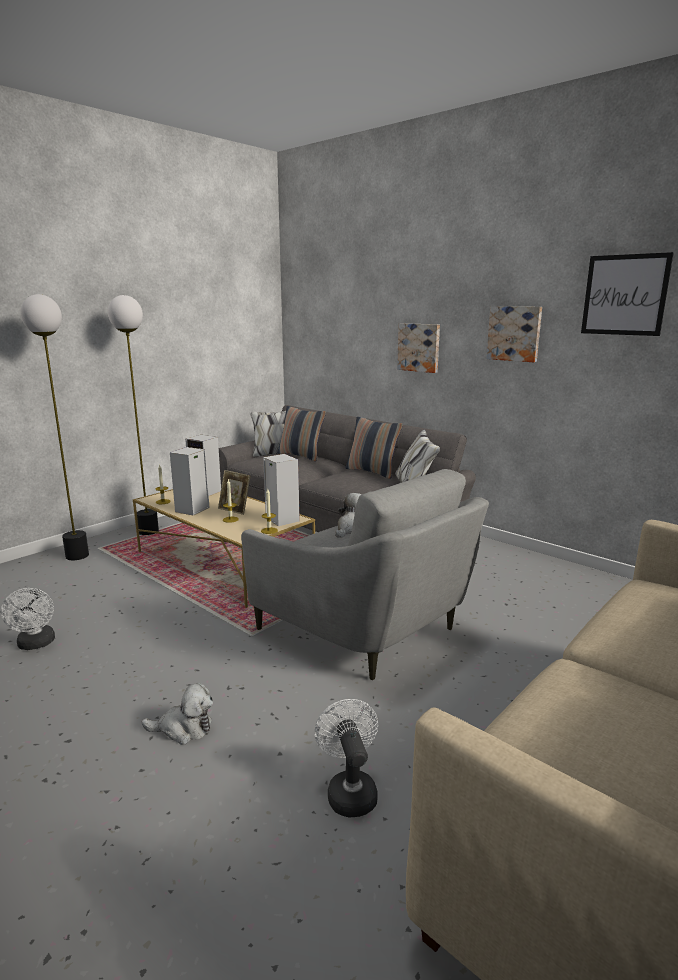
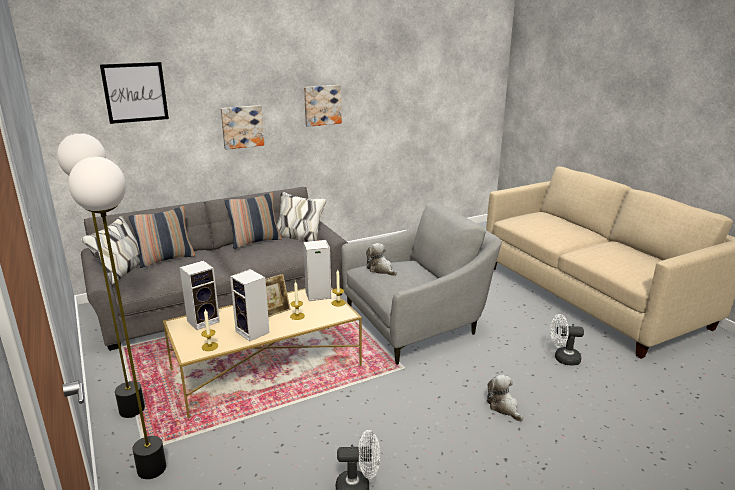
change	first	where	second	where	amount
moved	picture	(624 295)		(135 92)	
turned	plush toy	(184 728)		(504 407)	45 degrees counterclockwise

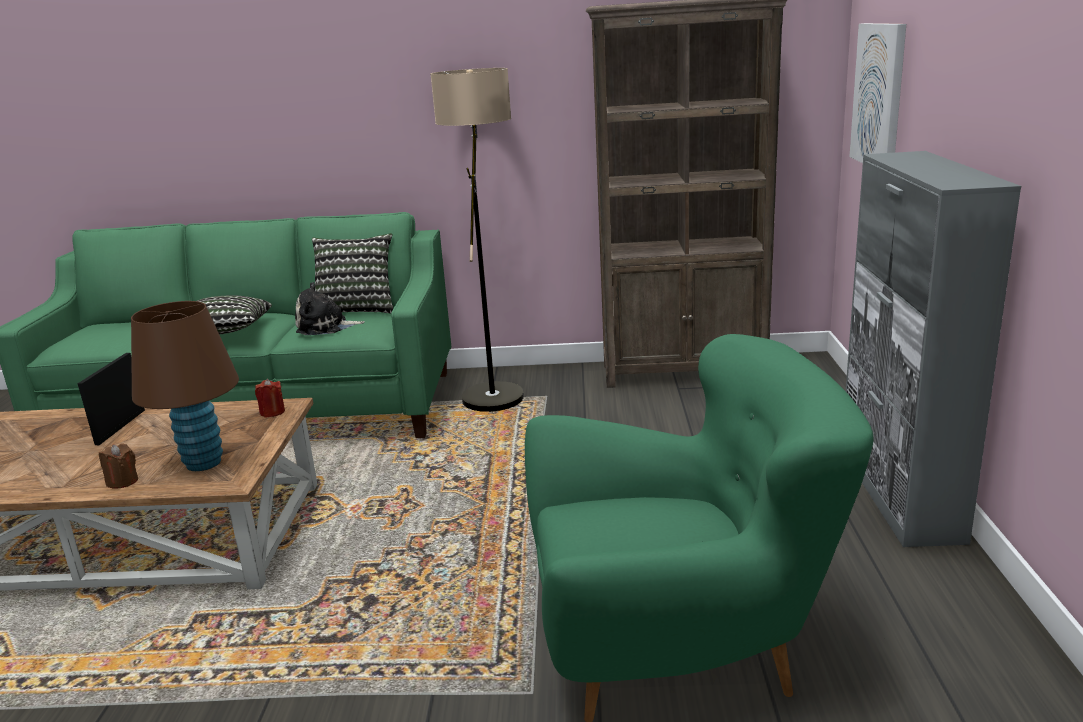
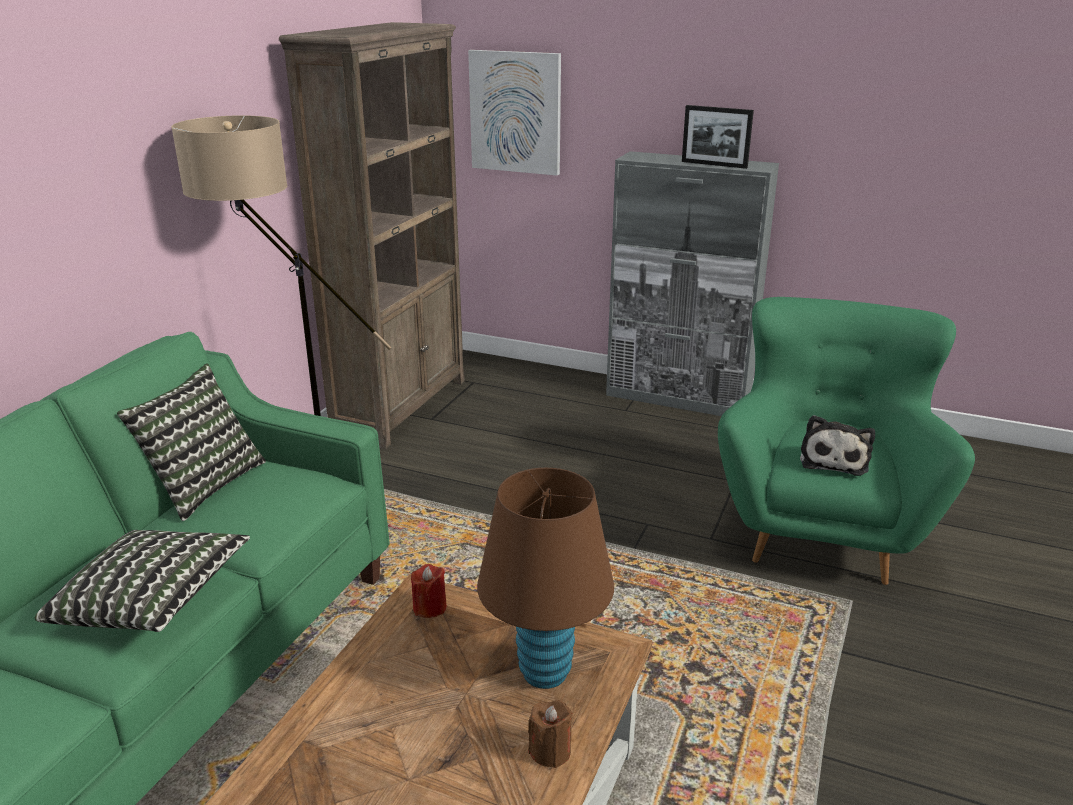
change	first	where	second	where	amount
moved	picture frame	(120 427)		(714 164)	
moved	plush toy	(325 327)		(834 459)	

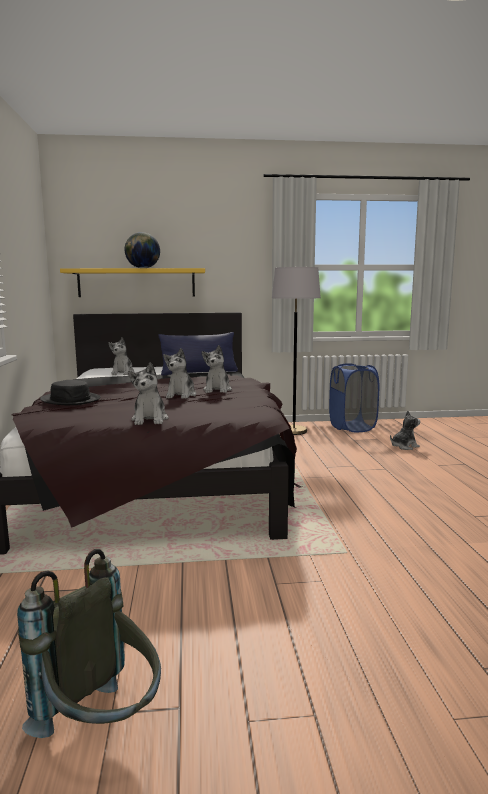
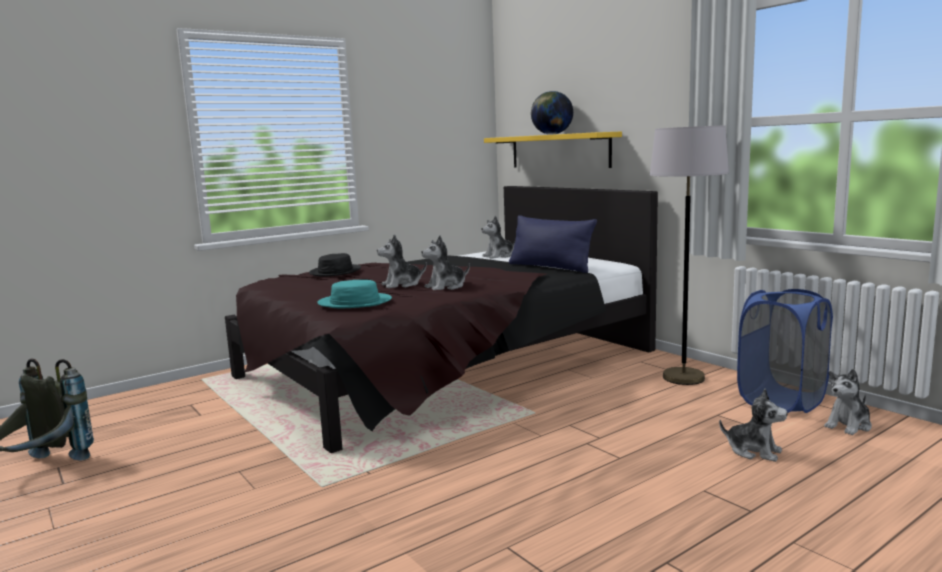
change	first	where	second	where	amount
added			hat (turquoise)	(355 302)	
moved	plush toy	(150 419)		(848 425)	

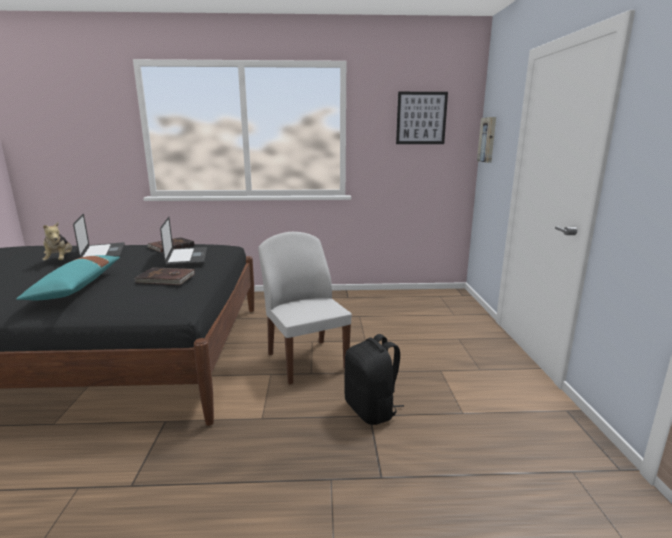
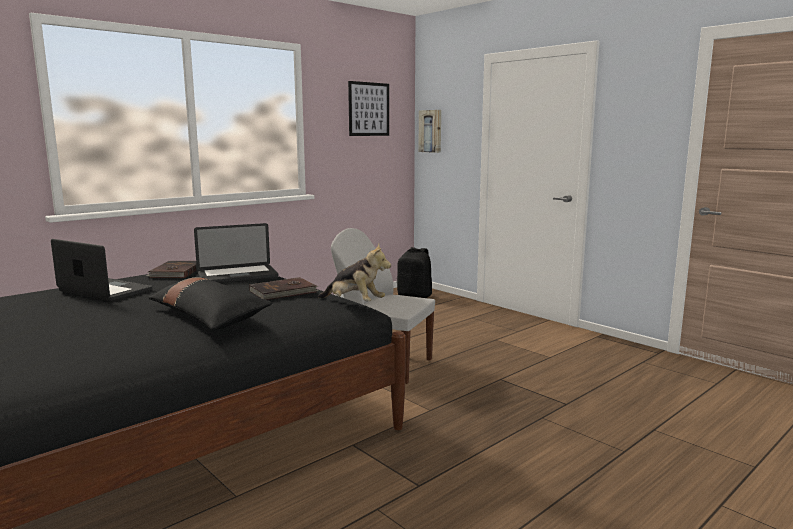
change	first	where	second	where	amount
recoloured	pillow (turquoise)	(76 287)	pillow (black)	(208 316)	
turned	laptop	(187 258)		(237 276)	120 degrees clockwise
moved	plush toy	(60 261)		(354 303)	
moved	backpack (black)	(371 410)		(415 296)	

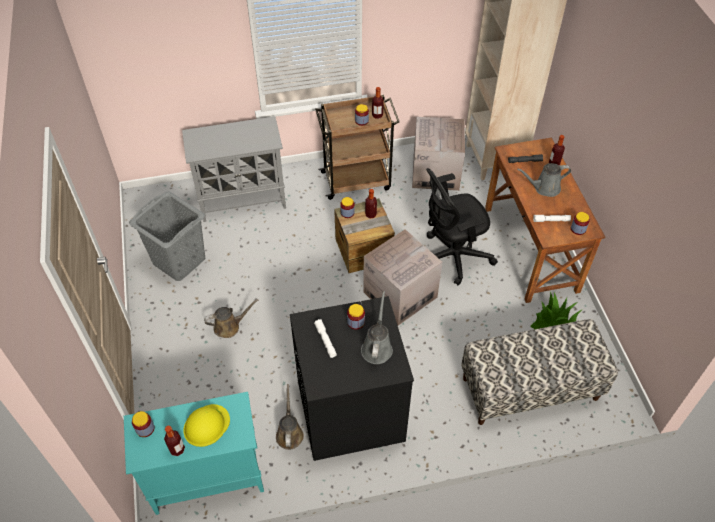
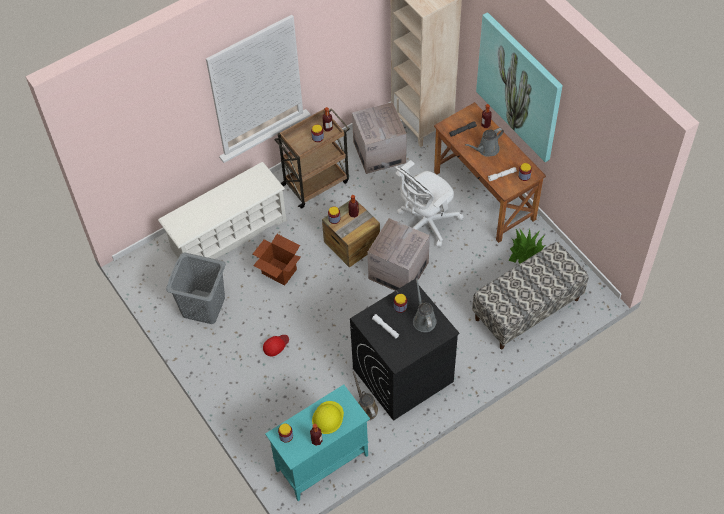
change	first	where	second	where	amount
replaced	cabinet (grey)	(243 200)	shoe rack (white)	(228 234)	
added			cardboard box	(279 271)	
replaced	watering can (brown)	(229 326)	cap (red)	(276 345)	
recoloured	office chair (black)	(451 257)	office chair (white)	(425 224)	
added			picture	(520 86)	

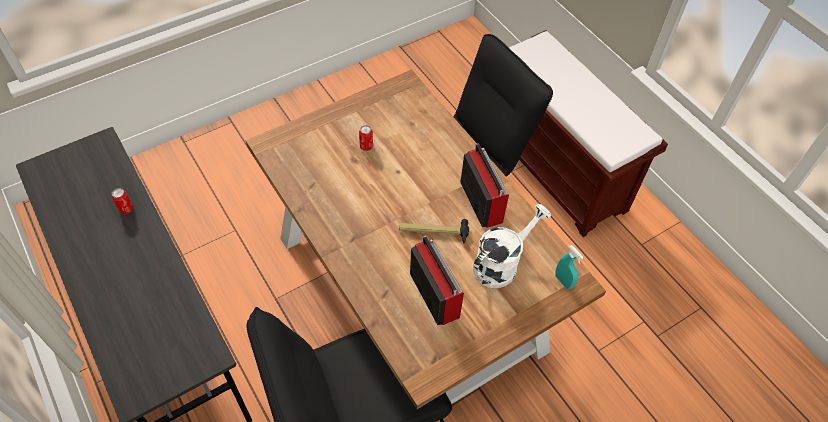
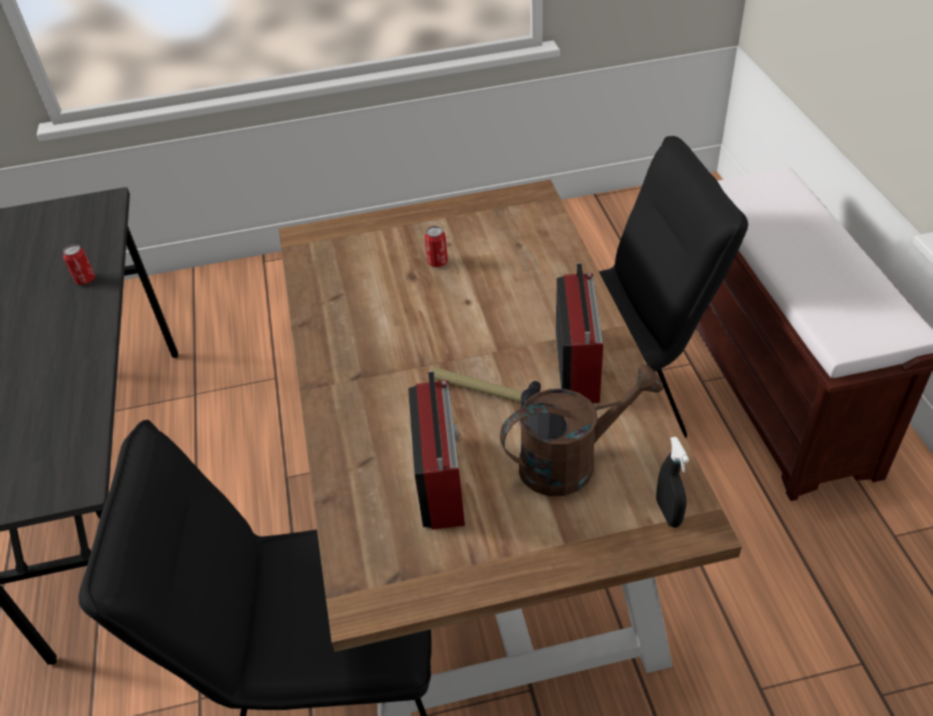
change	first	where	second	where	amount
recoloured	watering can (white)	(501 263)	watering can (brown)	(571 461)	
recoloured	spray bottle (turquoise)	(563 281)	spray bottle (black)	(668 513)	

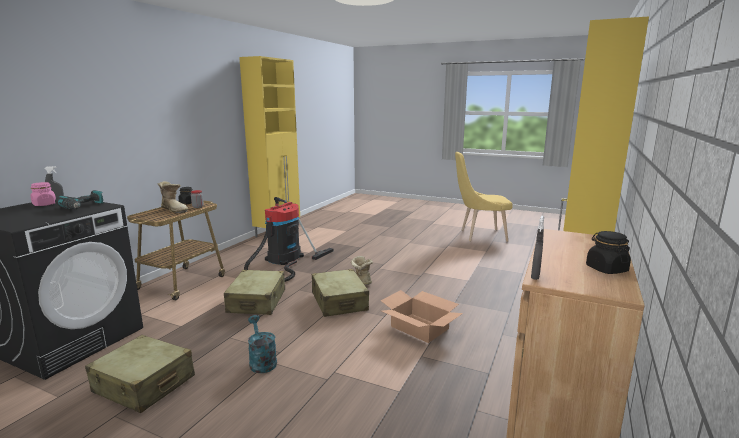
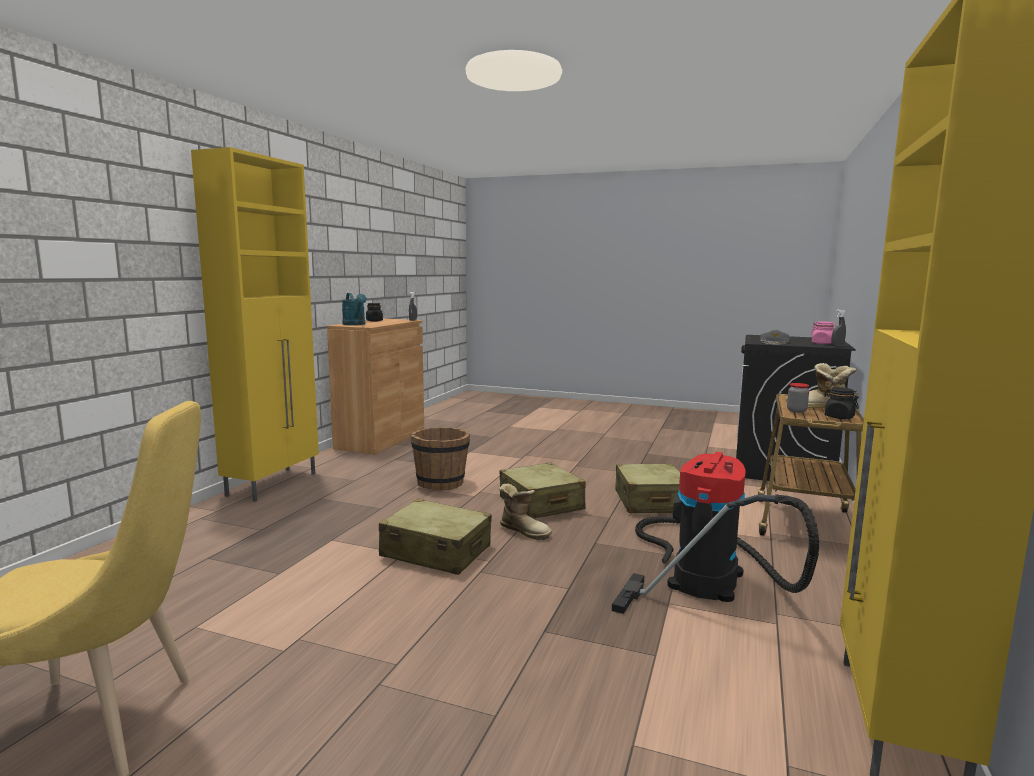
change	first	where	second	where	amount
moved	watering can (turquoise)	(261 361)		(355 324)	
moved	suitcase (beige)	(144 384)		(436 552)	
replaced	cardboard box	(419 327)	bucket (brown)	(441 483)	
replaced	power drill	(83 207)	cap (grey)	(774 342)	

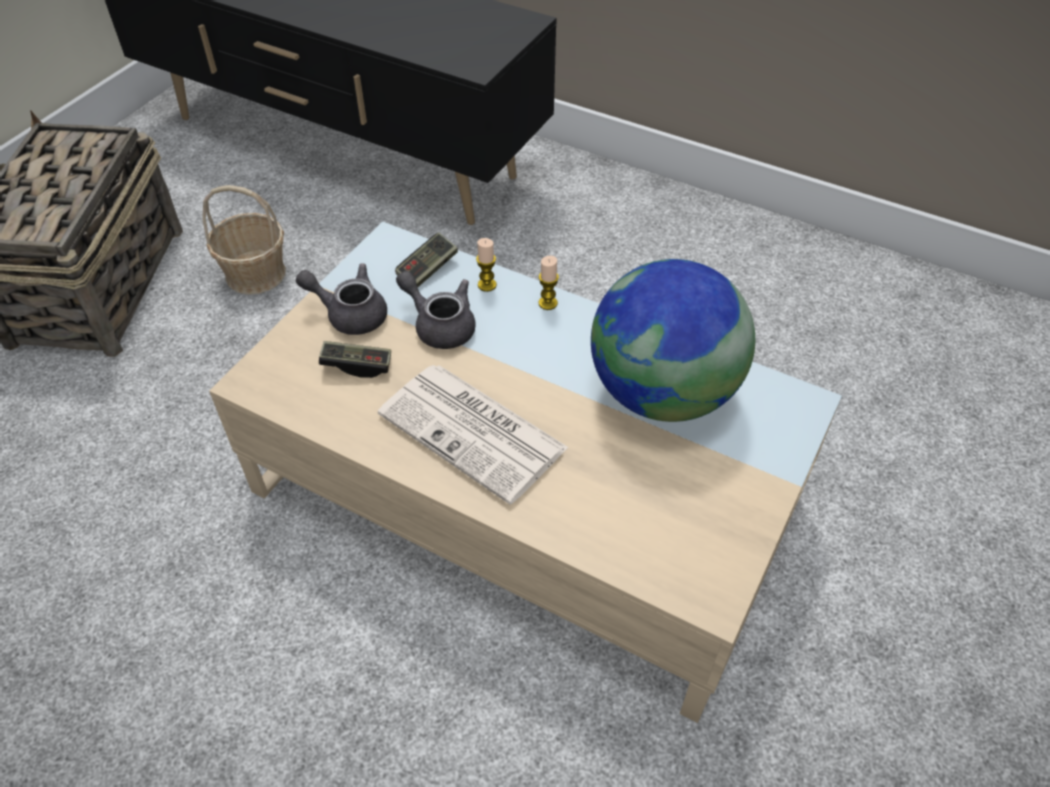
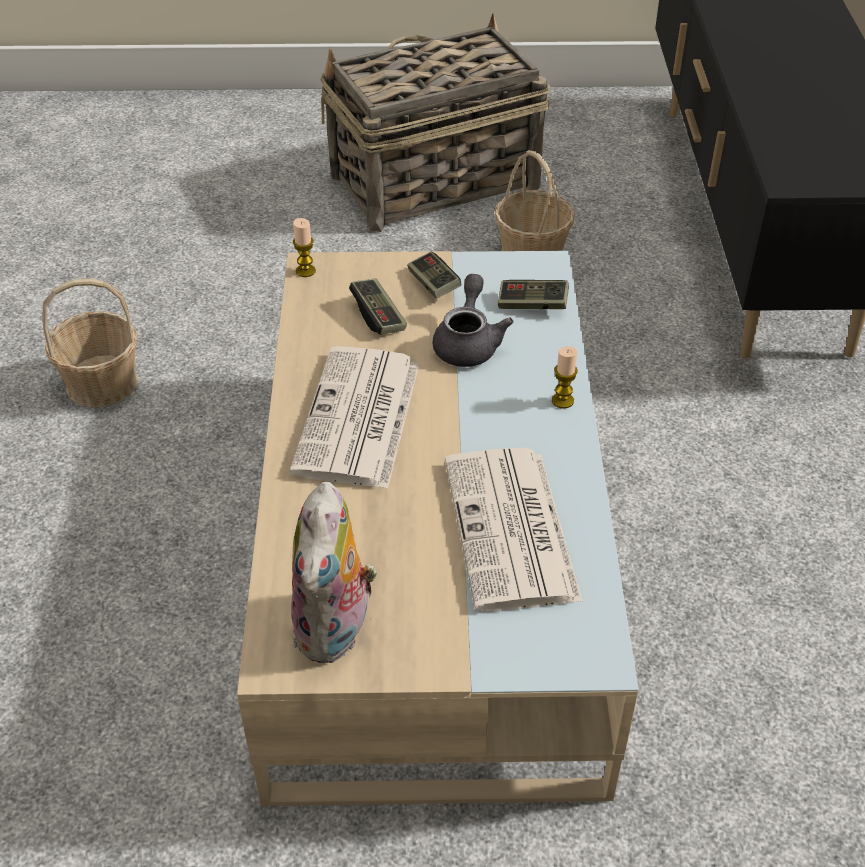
change	first	where	second	where	amount
added			basket	(101 383)	
added			plush toy	(336 630)	
moved	candle	(487 285)		(305 271)	
replaced	teapot (grey)	(350 314)	game controller	(433 284)	
replaced	globe	(662 393)	newspaper	(512 531)	

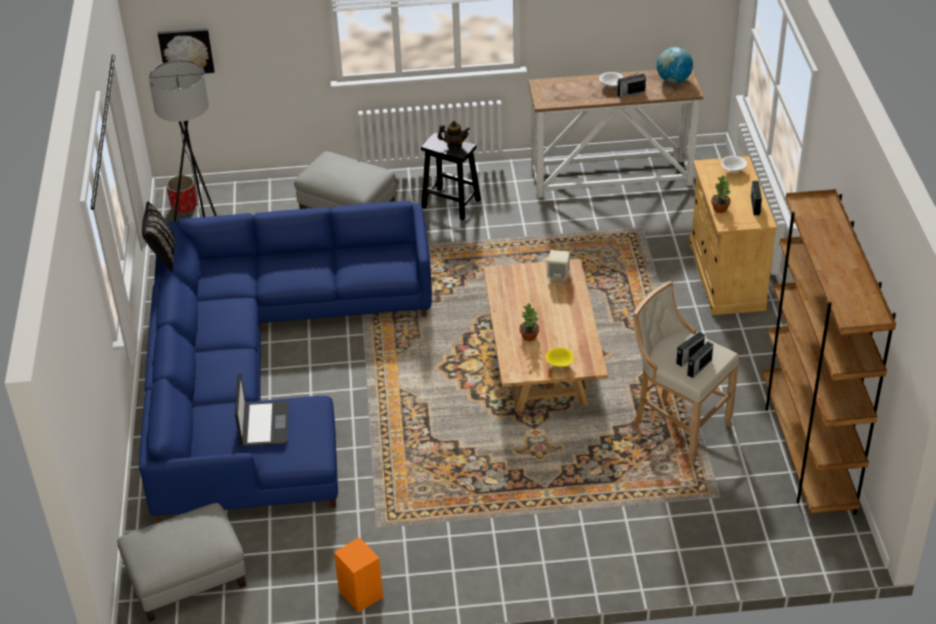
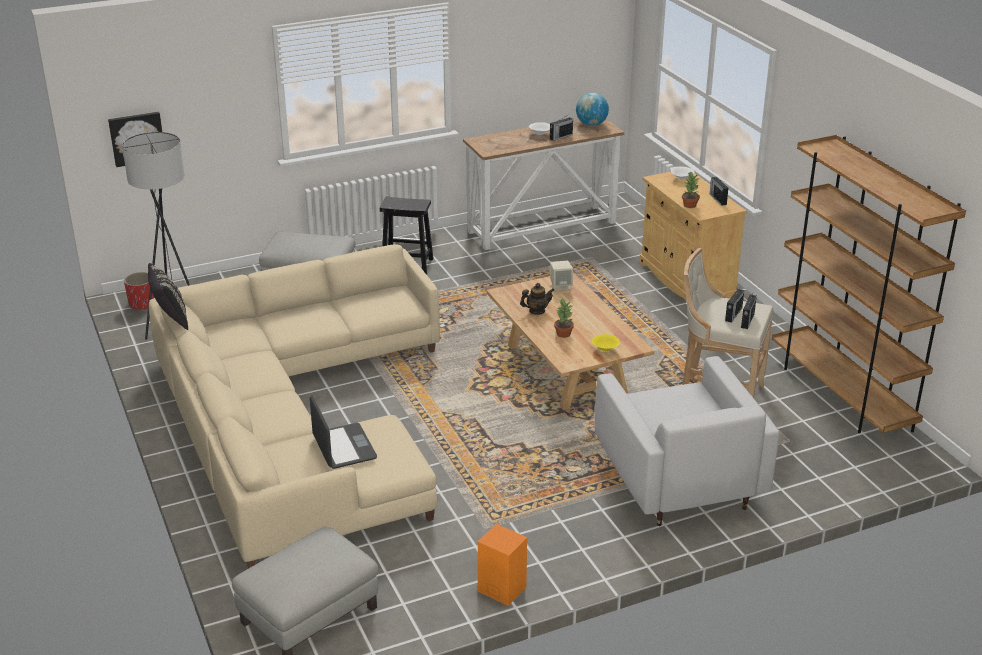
change	first	where	second	where	amount
recoloured	sofa (blue)	(263 369)	sofa (beige)	(294 420)	
moved	teapot	(454 145)		(537 311)	
added			armchair (white)	(678 481)	

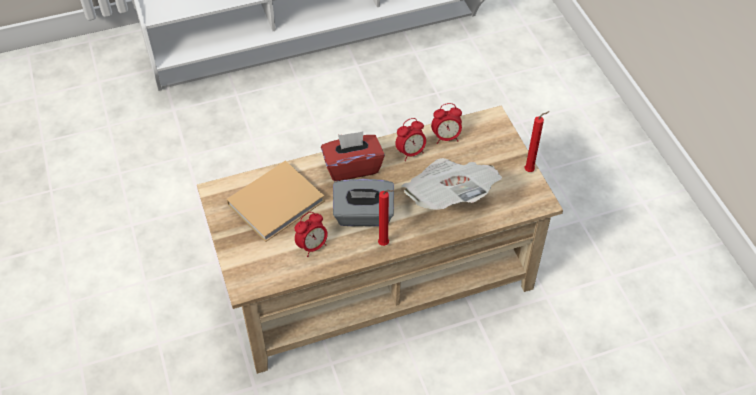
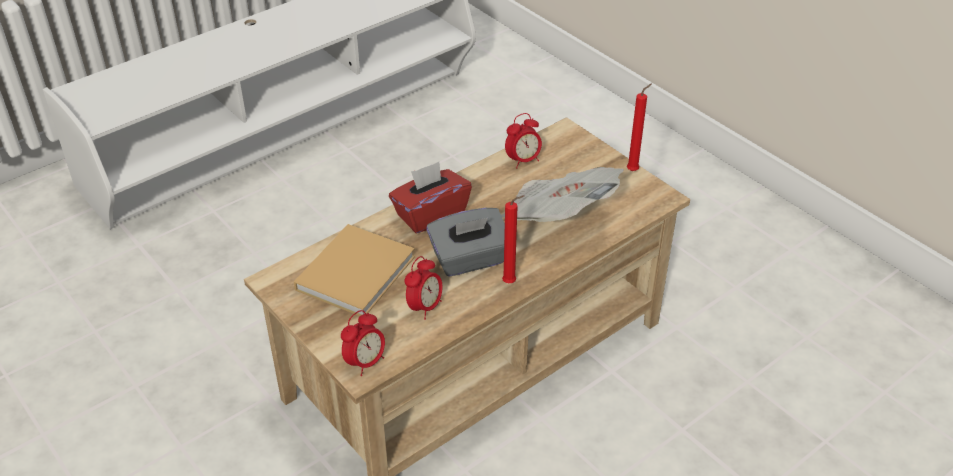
change	first	where	second	where	amount
moved	alarm clock	(410 152)		(365 362)	

